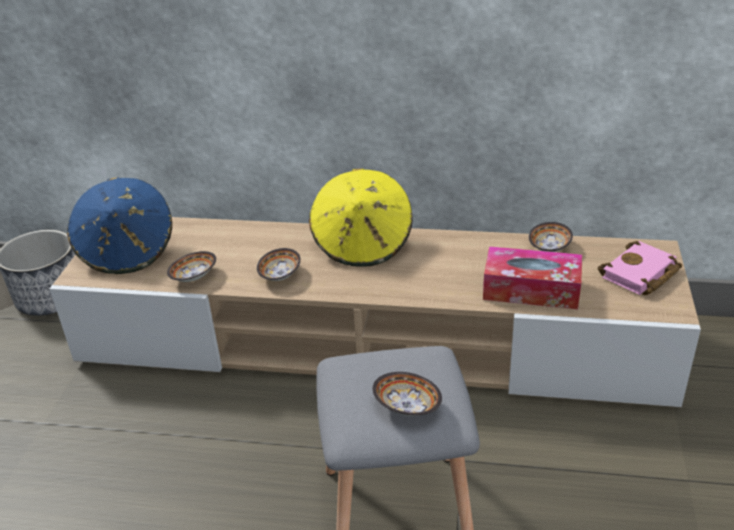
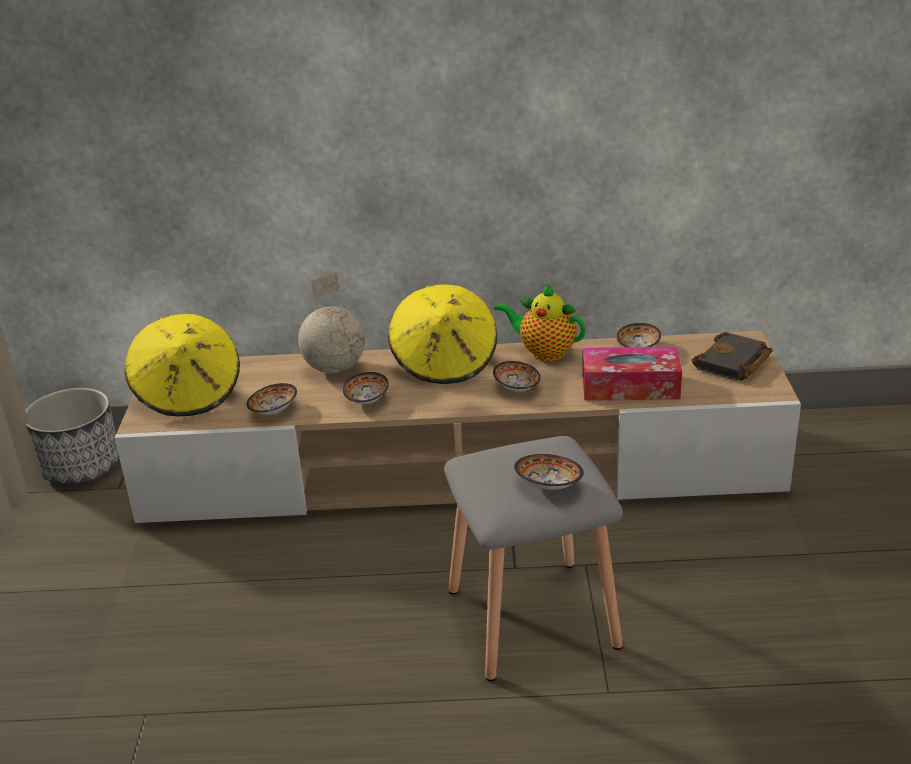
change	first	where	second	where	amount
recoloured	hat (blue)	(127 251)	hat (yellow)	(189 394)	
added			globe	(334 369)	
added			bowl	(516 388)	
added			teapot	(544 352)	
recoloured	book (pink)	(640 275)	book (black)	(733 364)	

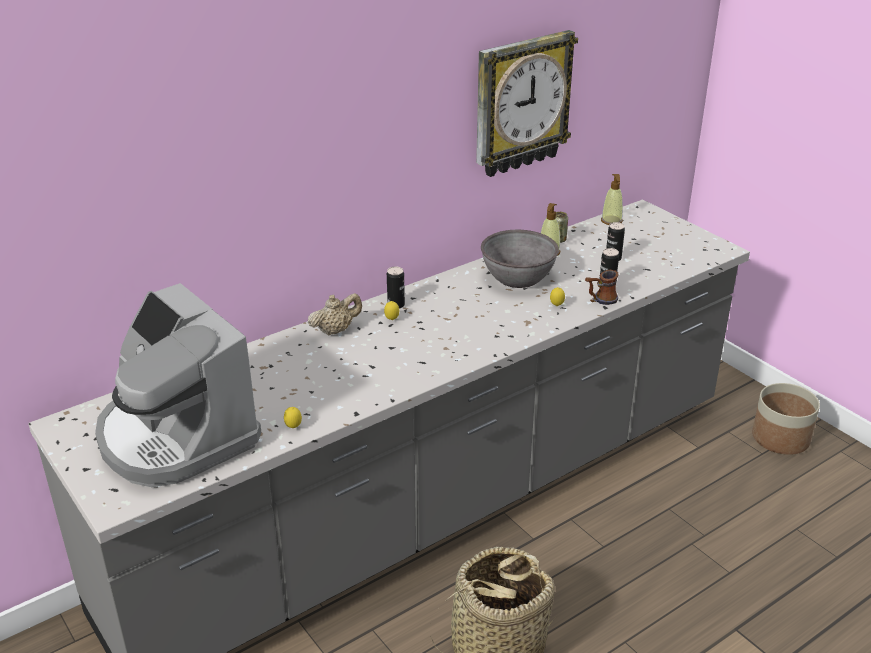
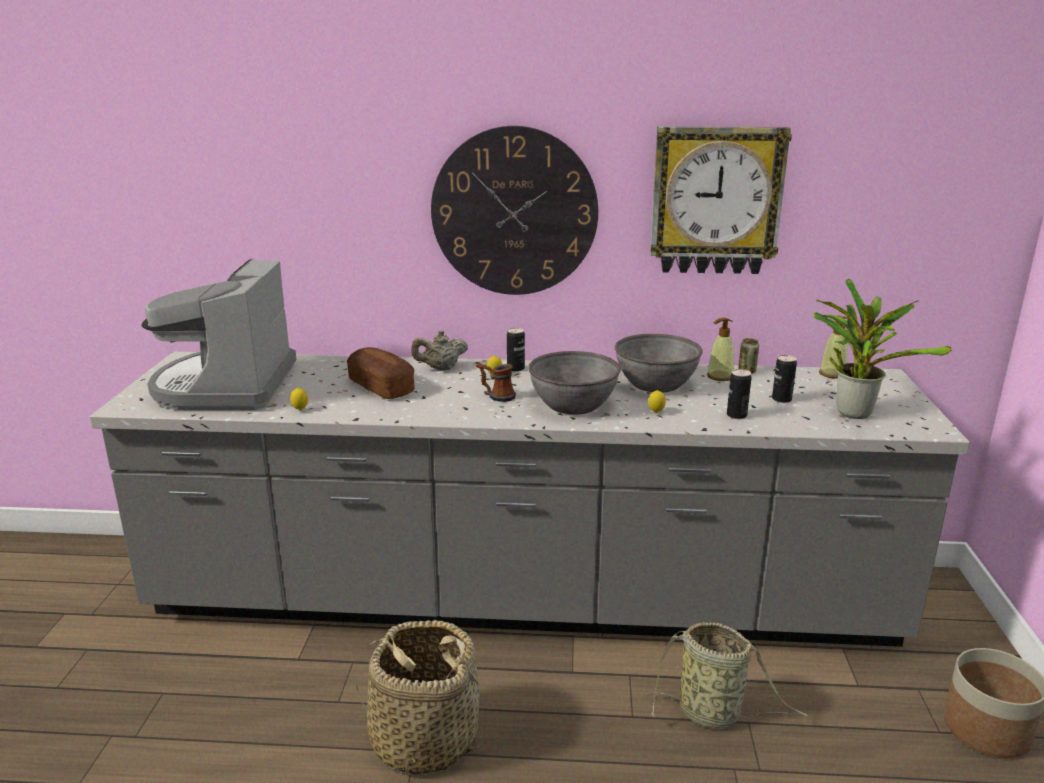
change	first	where	second	where	amount
added			bread	(381 387)	
turned	teapot (beige)	(335 330)		(440 368)	150 degrees clockwise
added			wall clock	(514 212)	
moved	mug	(600 300)		(495 396)	
added			bowl (grey)	(573 405)	
added			basket	(713 714)	
added			potted plant	(852 411)	

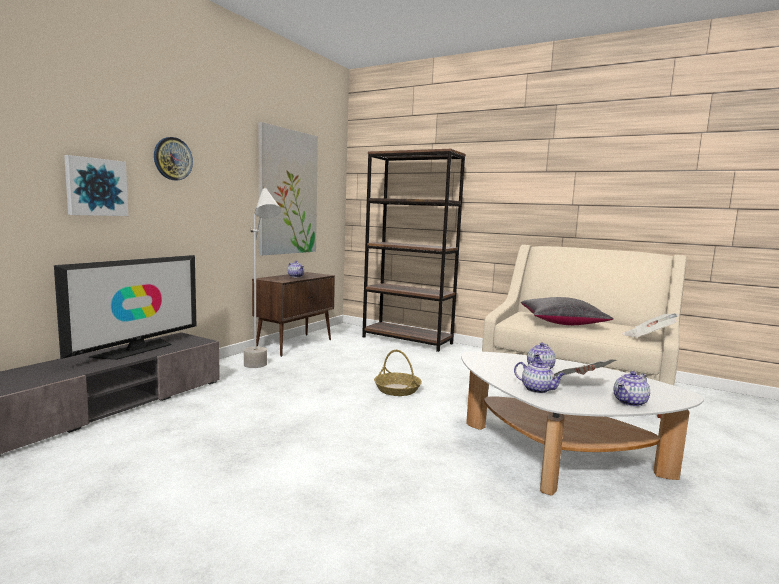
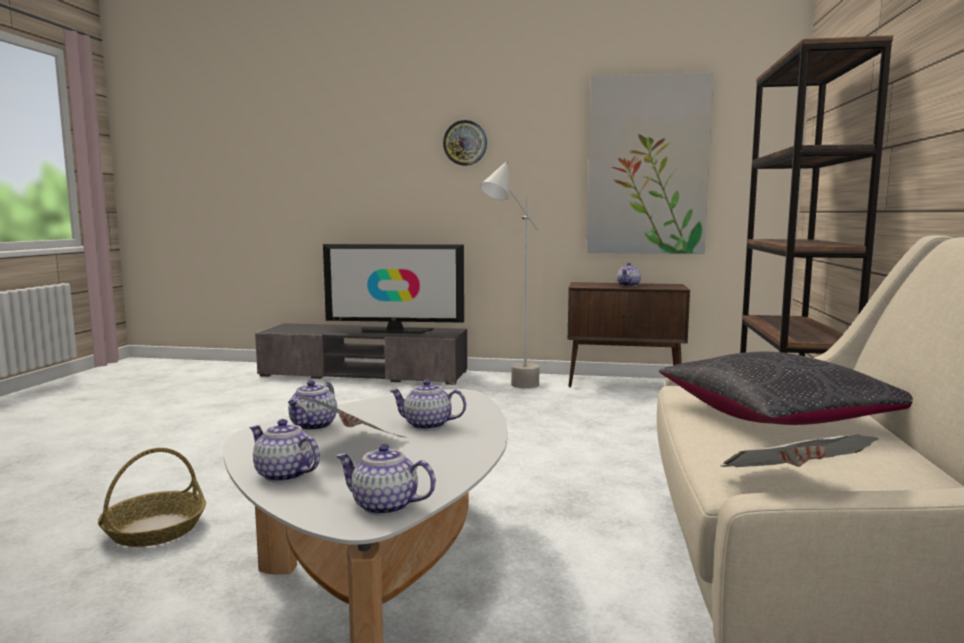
change	first	where	second	where	amount
moved	basket	(397 389)		(155 529)	
added			teapot	(384 506)	
removed	picture	(96 187)			

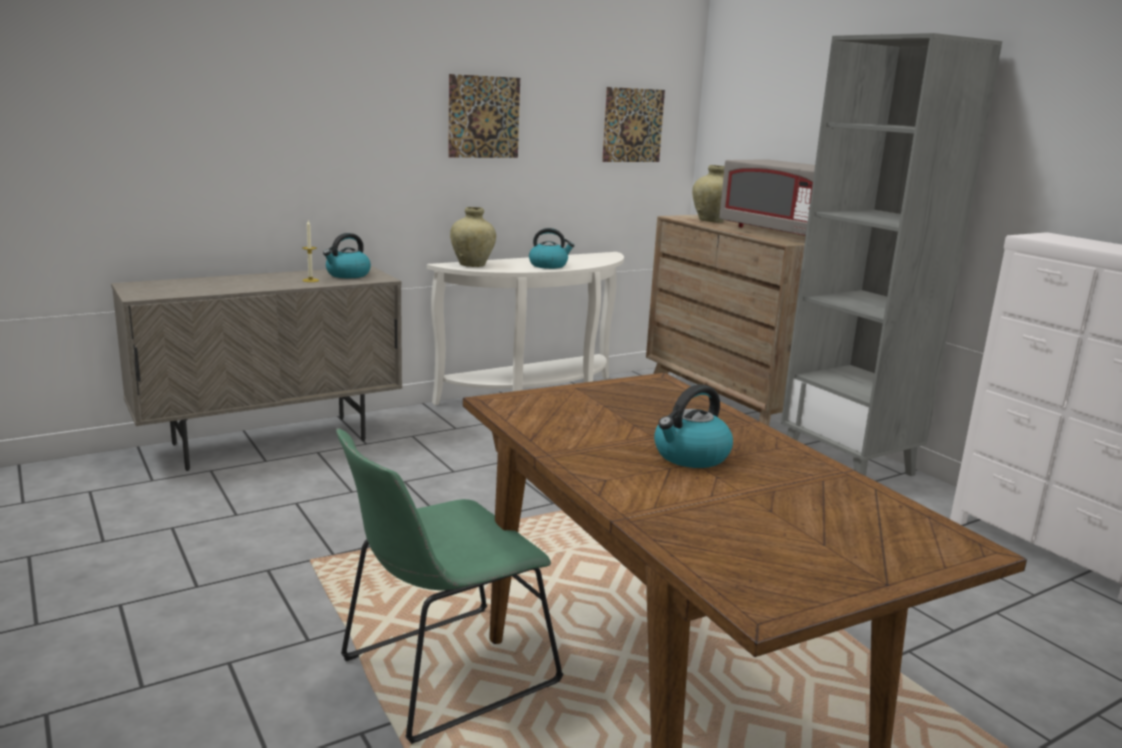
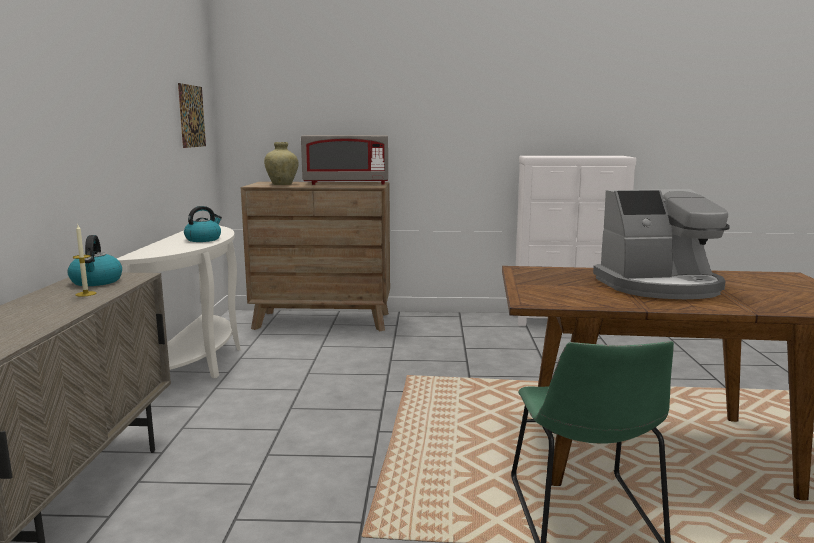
change	first	where	second	where	amount
replaced	kettle	(690 456)	coffee machine	(660 286)	
removed	picture	(484 117)			
removed	vase (beige)	(472 265)			
removed	bookcase (grey)	(848 464)			

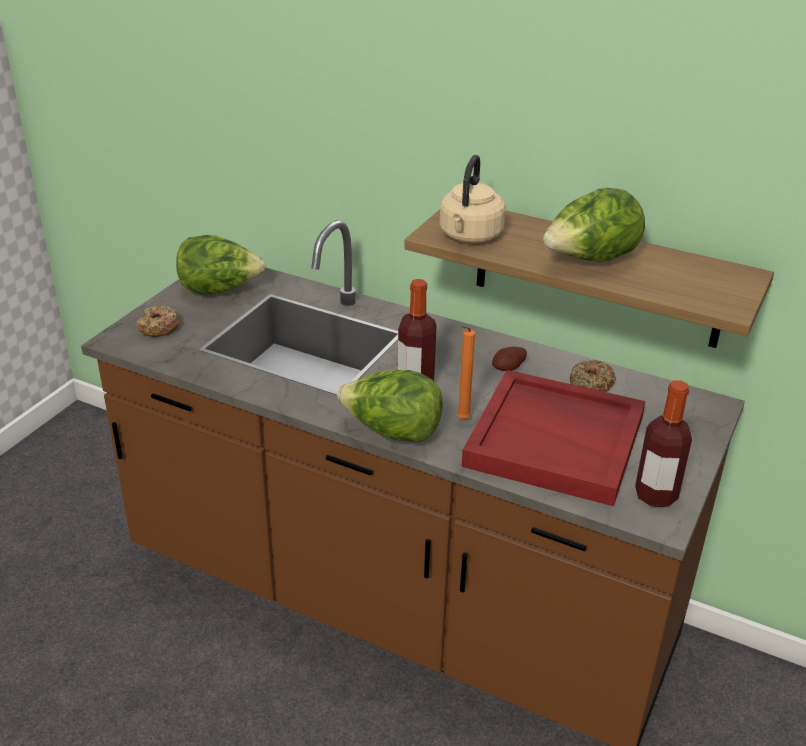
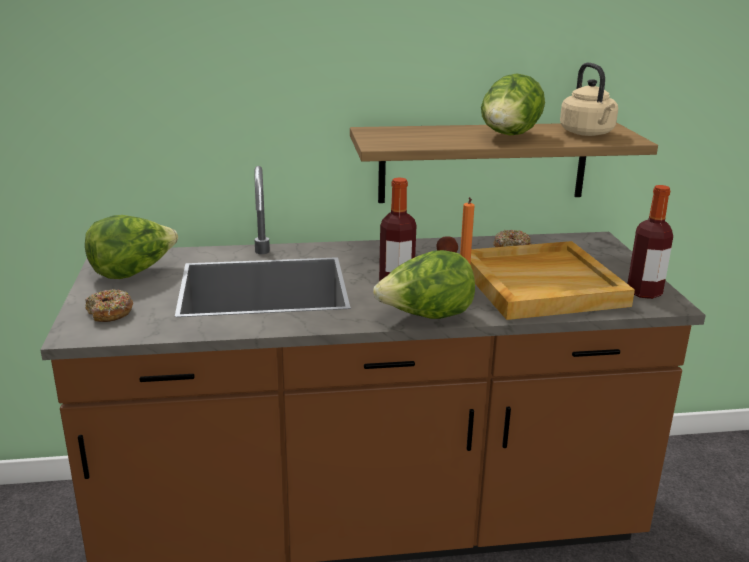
change	first	where	second	where	amount
recoloured	tray (red)	(557 440)	tray (beige)	(541 284)	
moved	kettle (beige)	(469 236)		(588 133)	

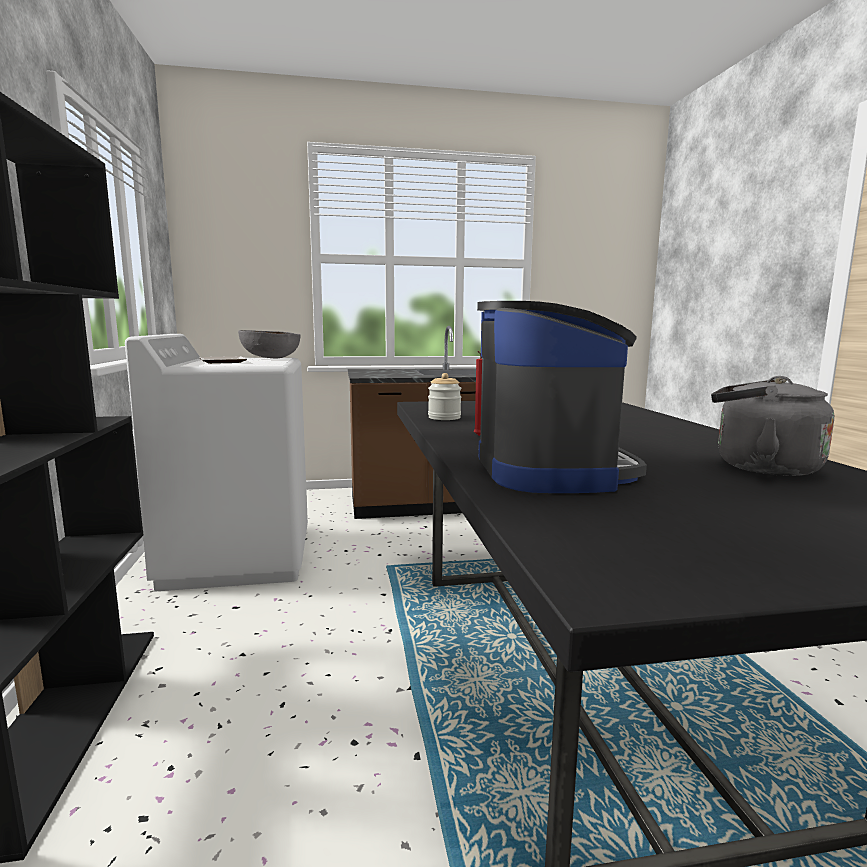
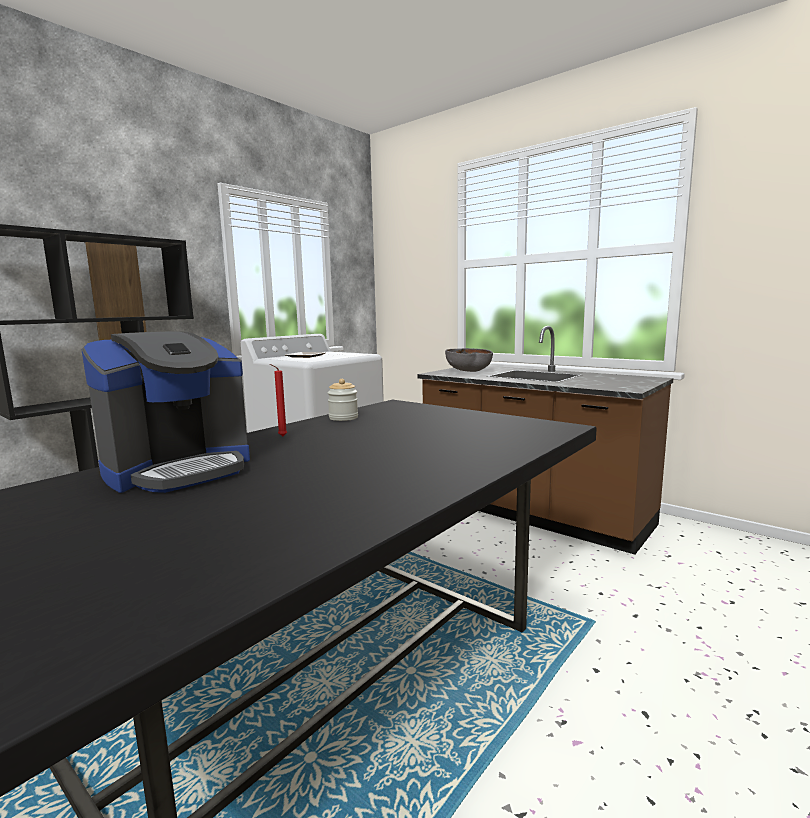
change	first	where	second	where	amount
moved	bowl (grey)	(270 358)		(468 371)	
removed	kettle (grey)	(759 467)			

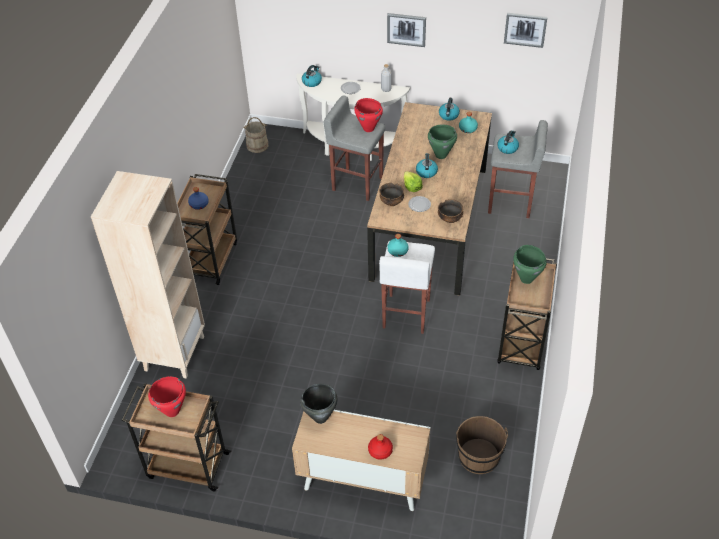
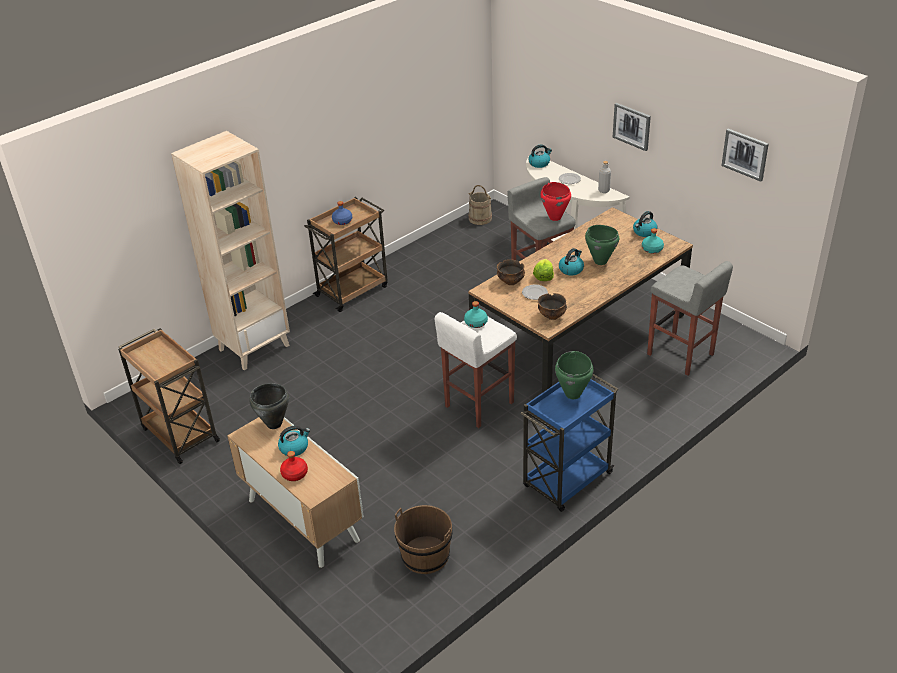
change	first	where	second	where	amount
moved	kettle	(507 148)		(294 448)	
recoloured	cart (brown)	(521 344)	cart (blue)	(566 481)	
removed	cooking pot (red)	(172 411)			

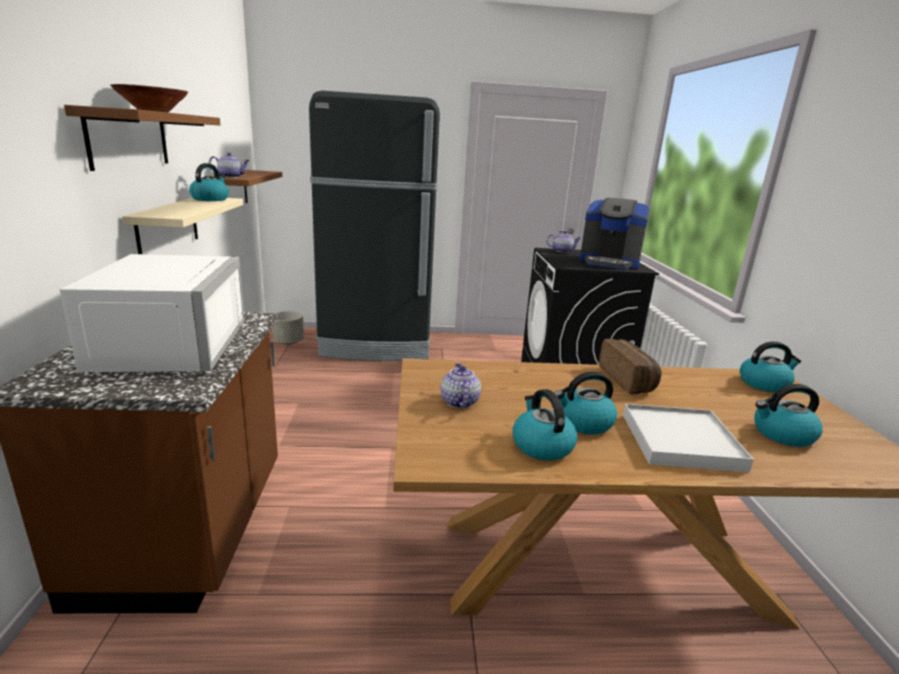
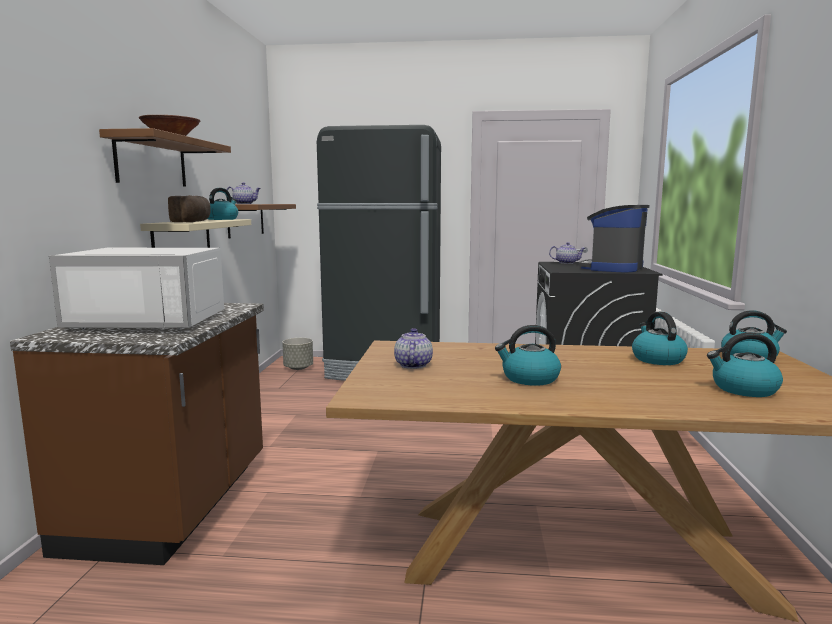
change	first	where	second	where	amount
turned	microwave (white)	(160 347)		(154 320)	90 degrees clockwise
moved	bread	(629 380)		(193 221)	
turned	coffee machine	(609 262)		(612 268)	90 degrees clockwise
moved	kettle	(541 445)		(657 359)	
removed	tray (white)	(681 441)			

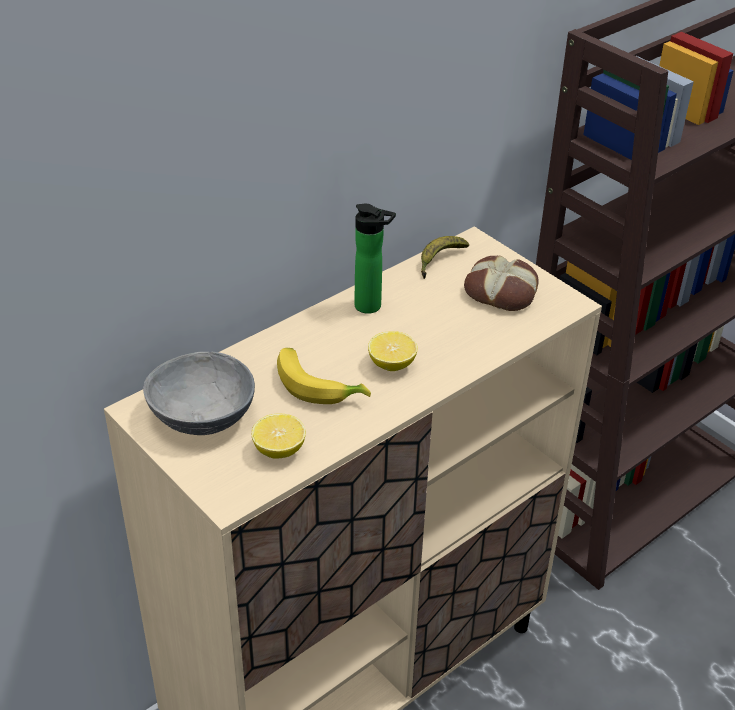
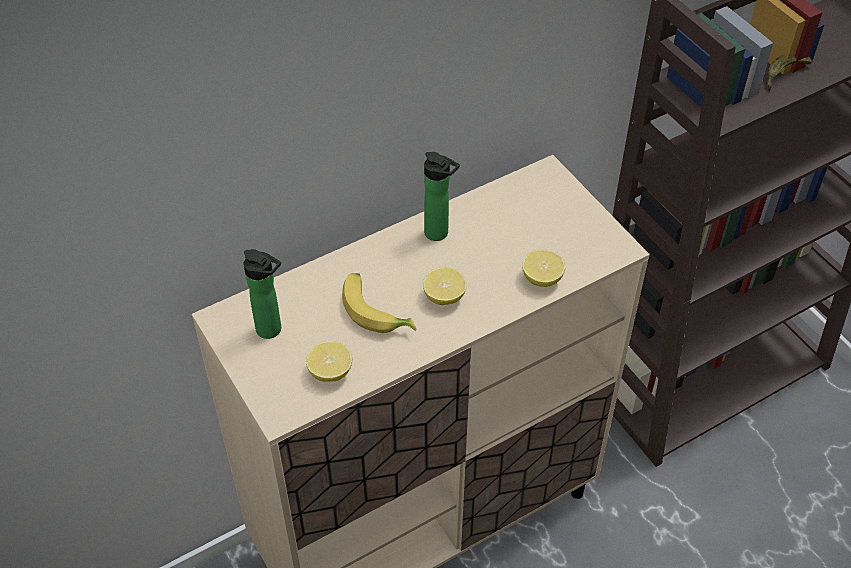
change	first	where	second	where	amount
replaced	bowl (grey)	(202 416)	bottle	(272 330)	
added			lemon	(542 278)	
moved	banana	(439 261)		(783 75)	
removed	bread	(502 291)			

